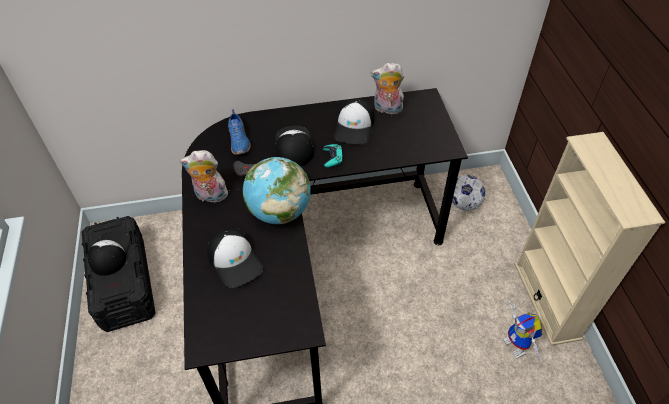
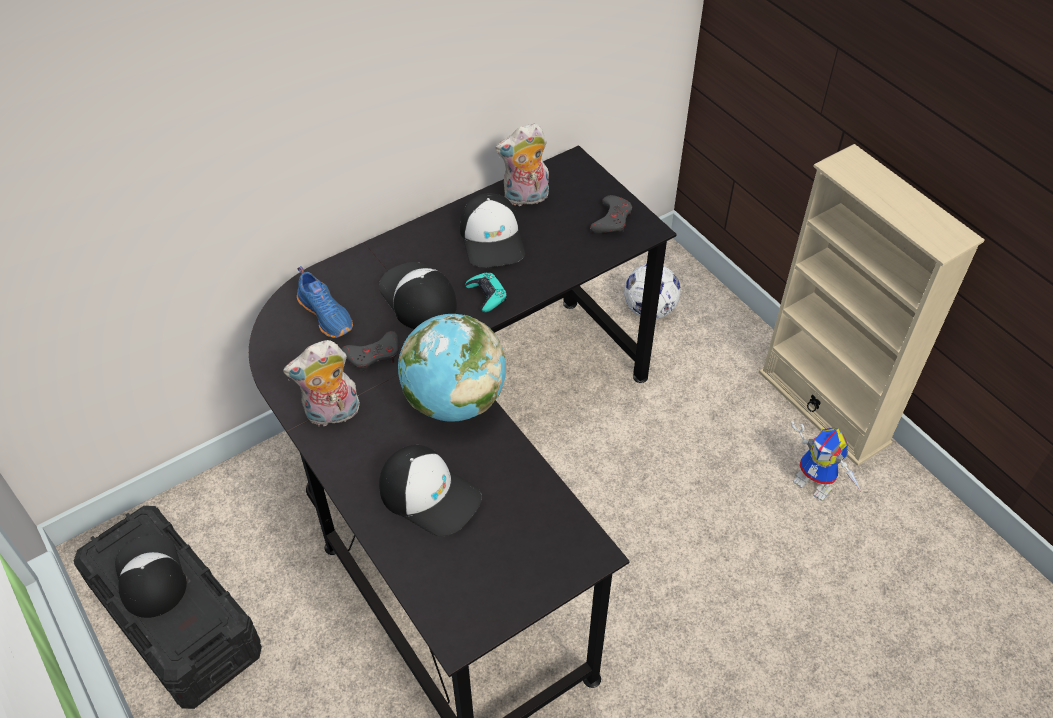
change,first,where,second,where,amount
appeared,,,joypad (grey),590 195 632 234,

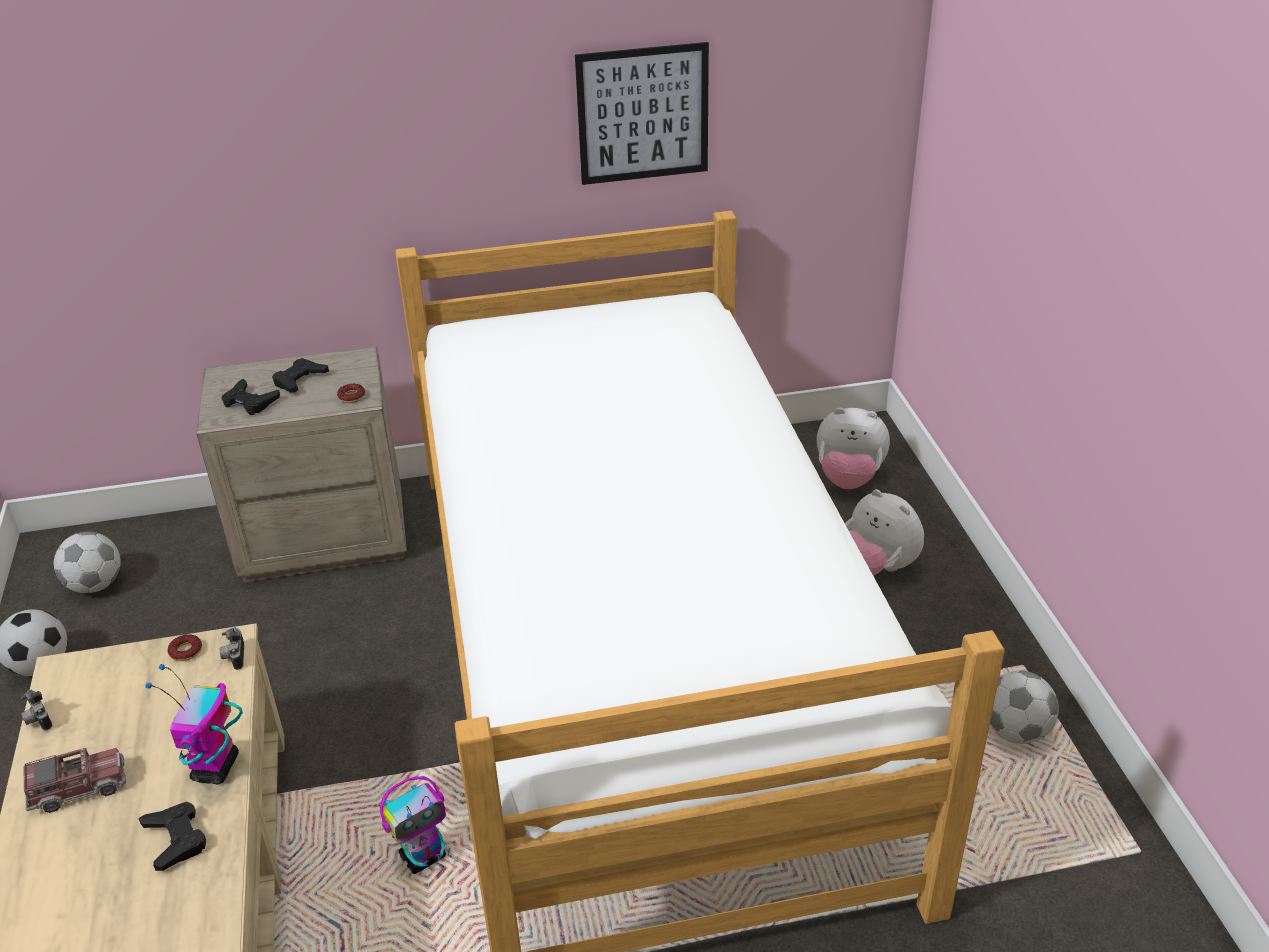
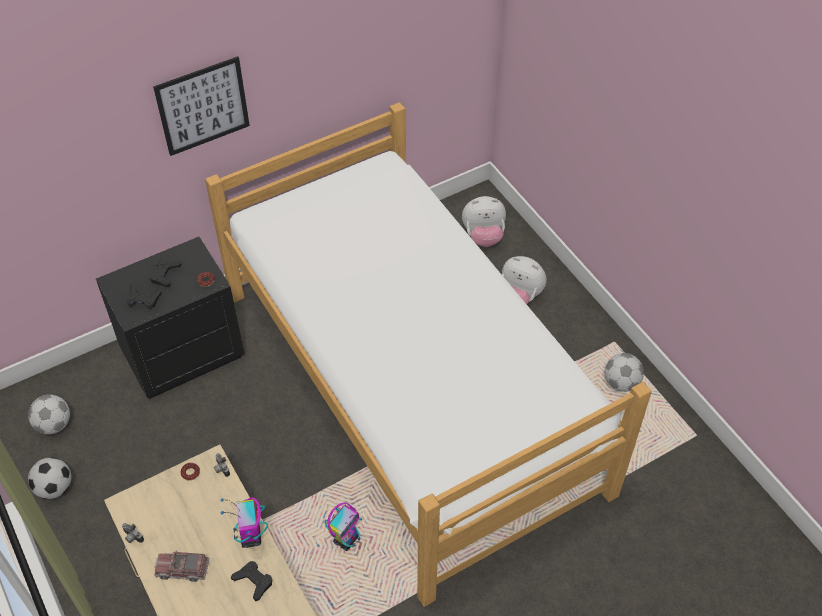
change,first,where,second,where,amount
relocated,wall art,575 42 709 185,,153 56 250 156,
colour,bedside table (sand-coloured),197 347 407 582,bedside table (blackish),96 237 244 399,
spun,toy truck,23 748 126 813,,154 550 209 582,135 degrees counterclockwise

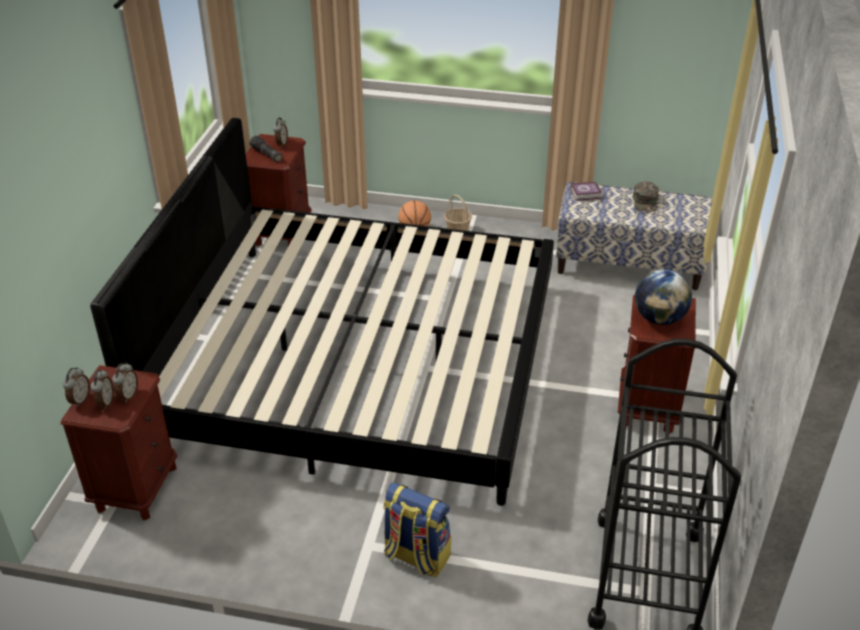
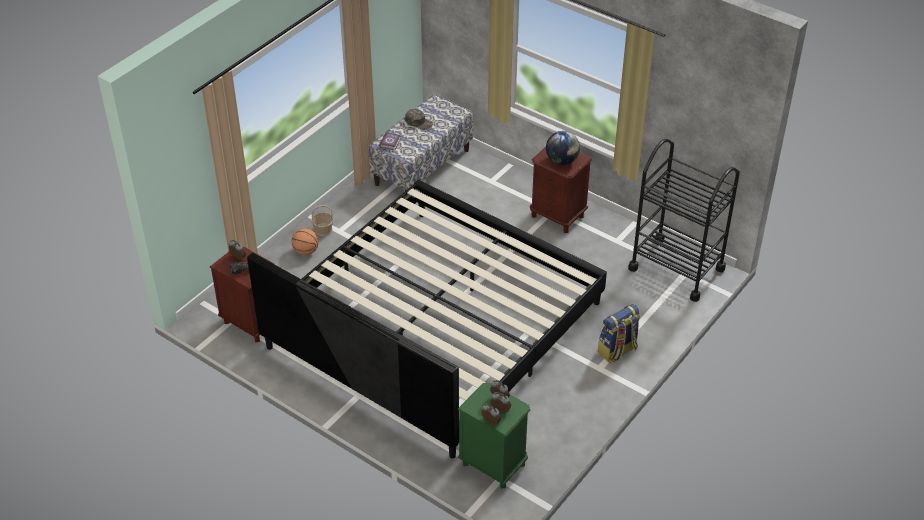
change,first,where,second,where,amount
colour,bedside table (brownish),61 365 177 521,bedside table (green),457 383 531 488,

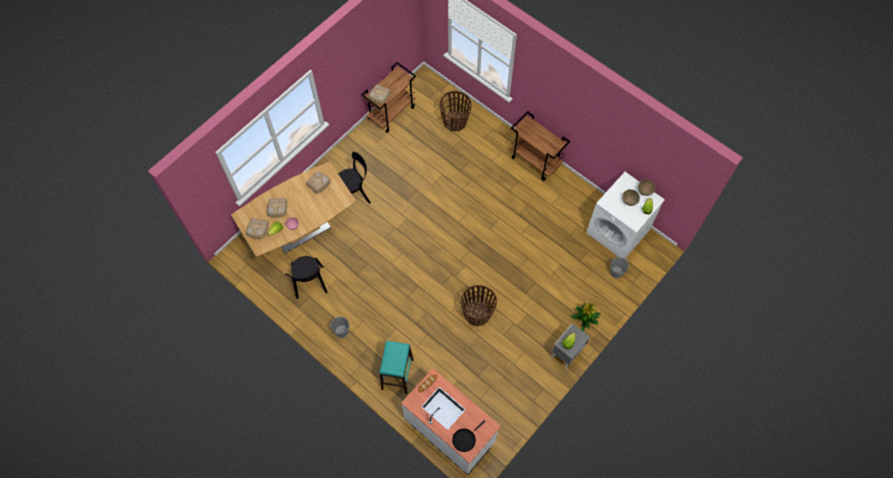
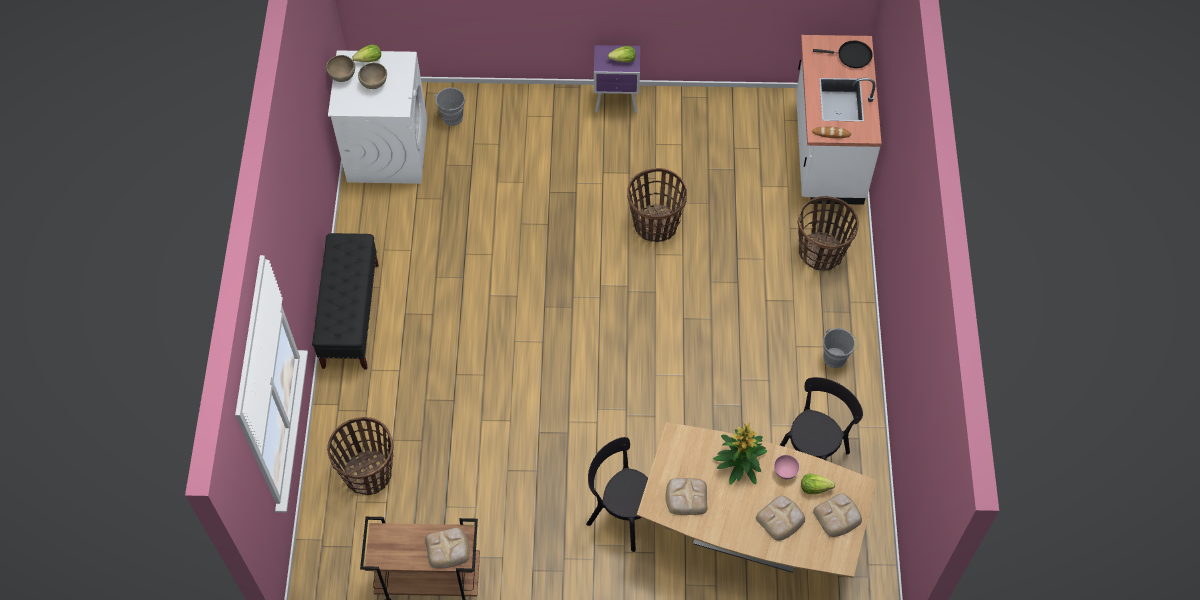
change,first,where,second,where,amount
exchanged,trolley (brownish),510 111 570 181,long seat (blackish),312 233 379 369,
relocated,houseplant,570 302 601 331,,713 422 767 485,
colour,bedside table (grey),551 323 590 370,bedside table (purplish),594 45 640 113,
exchanged,stool (blue-green),380 341 414 394,storage basket,798 196 859 271,

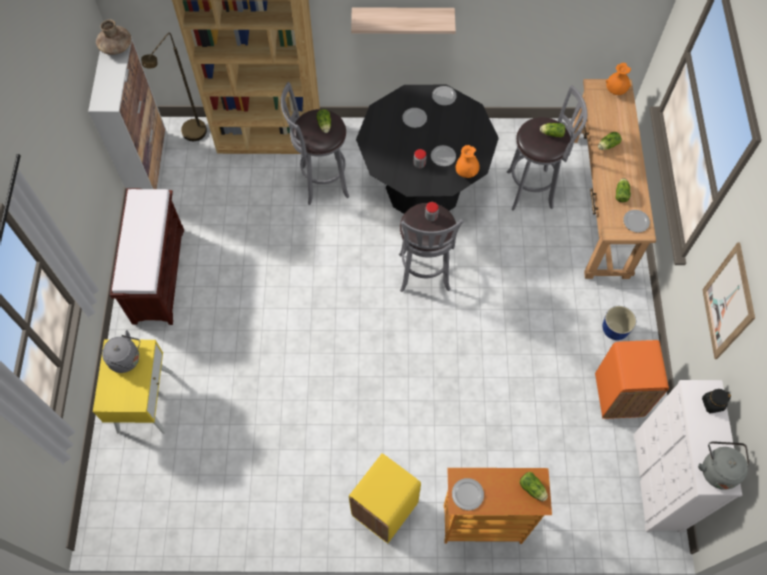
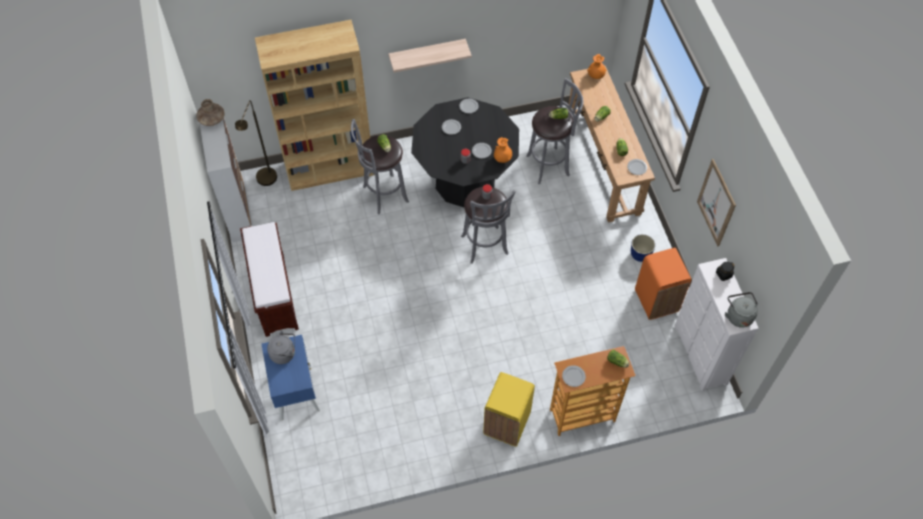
change,first,where,second,where,amount
colour,bedside table (yellow-coloured),93 339 173 434,bedside table (blue-coloured),261 335 320 420,

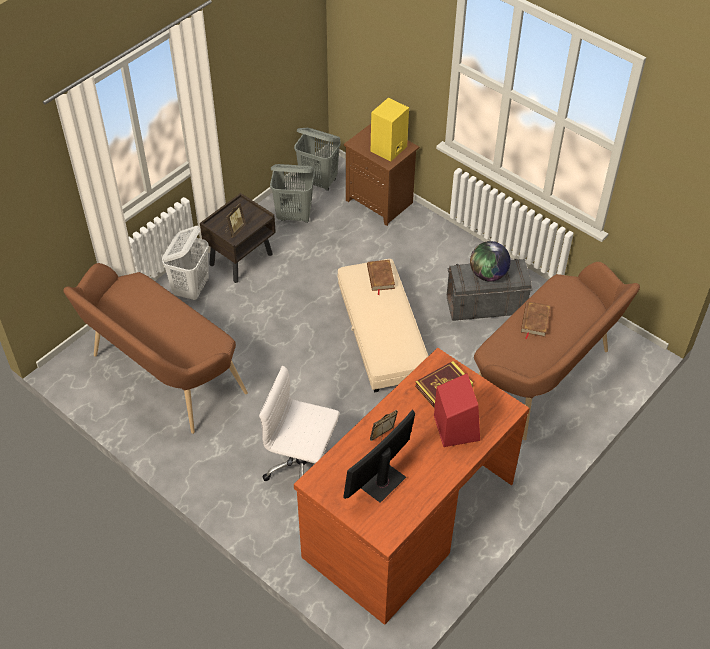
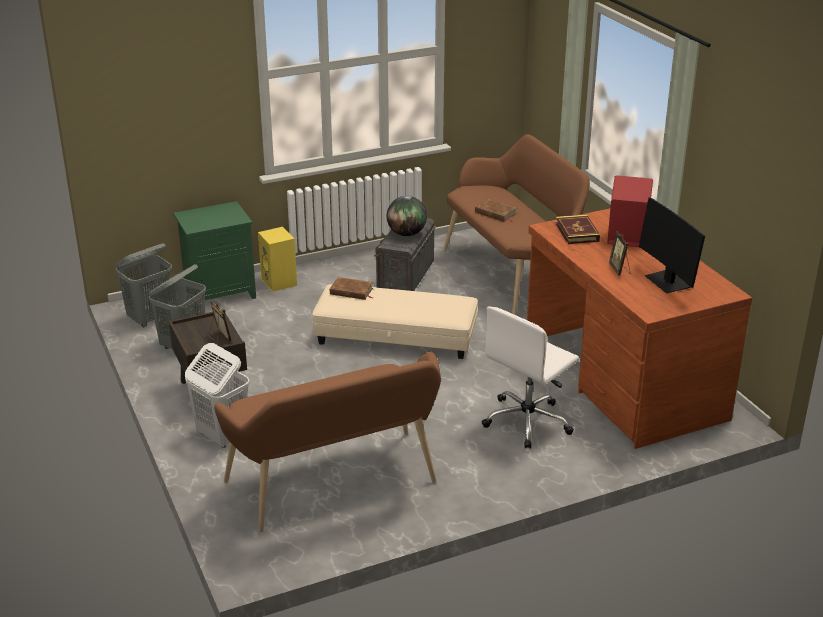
change,first,where,second,where,amount
relocated,loudspeaker (yellow-coloured),371 98 409 162,,258 227 297 292,
colour,bedside table (brownish),344 124 419 226,bedside table (green),173 201 256 300,

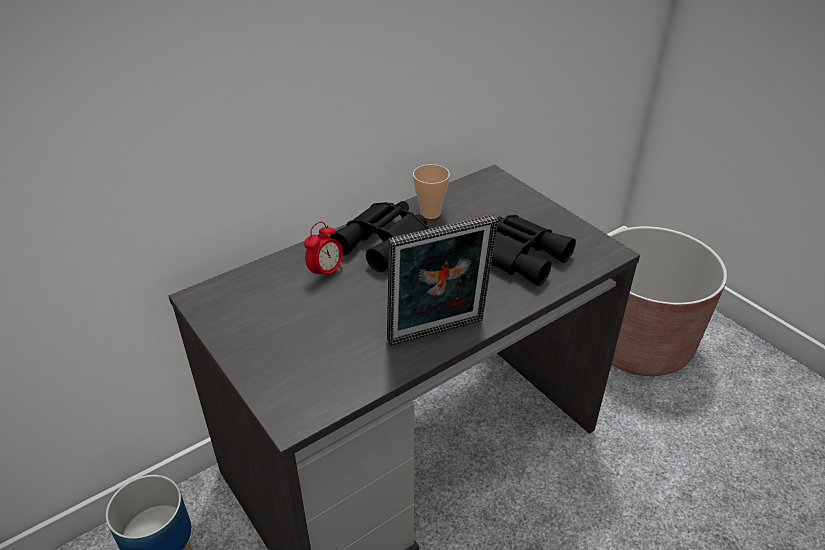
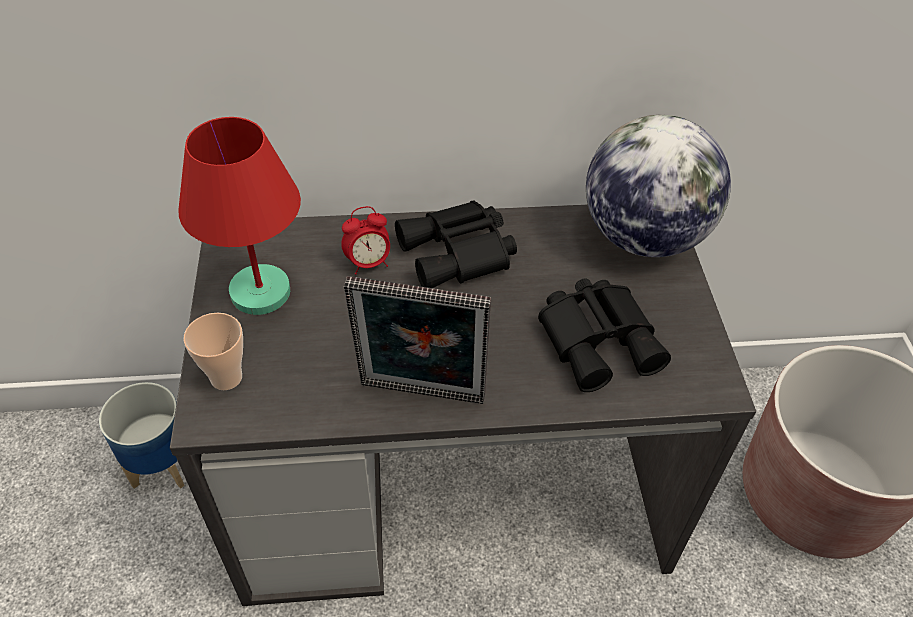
change,first,where,second,where,amount
relocated,cup,413 164 450 219,,183 313 243 390,
appeared,,,desk globe,586 115 731 257,
appeared,,,table lamp (reddish),178 117 301 315,

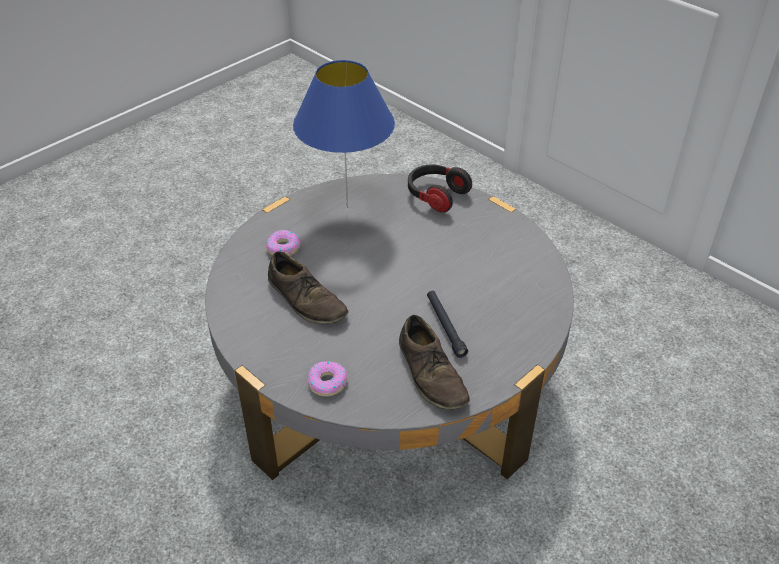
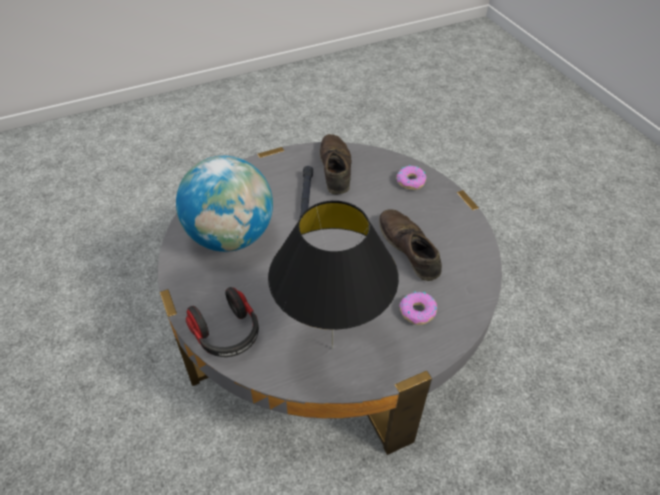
change,first,where,second,where,amount
colour,table lamp (blue-coloured),293 60 395 208,table lamp (blackish),268 200 399 349,
appeared,,,desk globe,176 156 273 252,

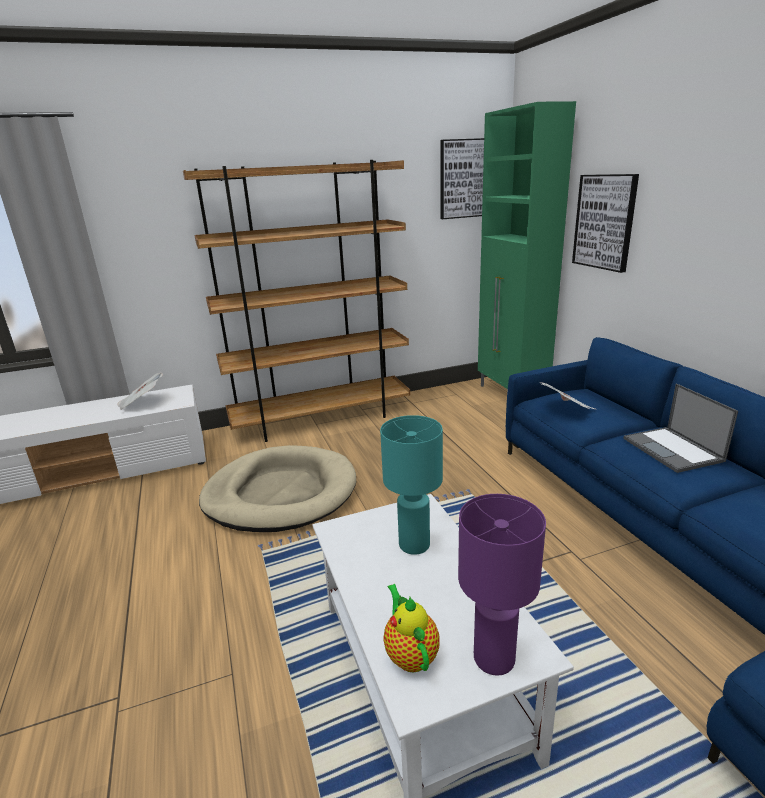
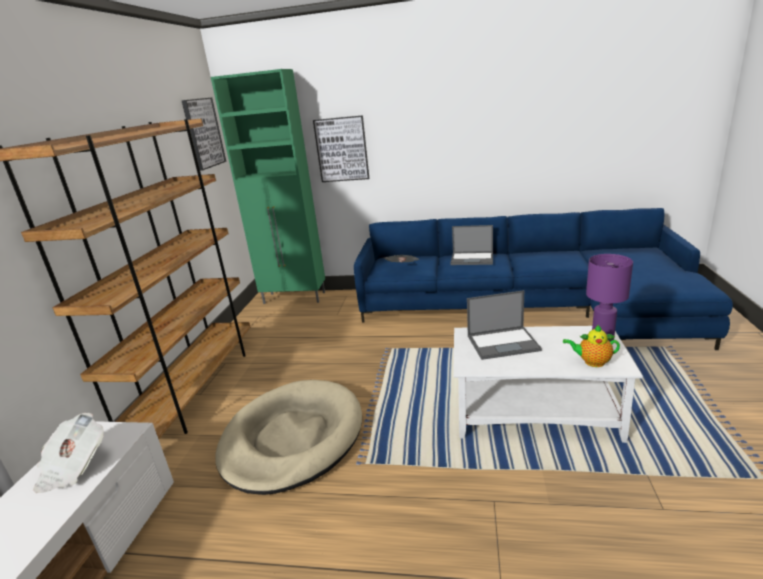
change,first,where,second,where,amount
exchanged,table lamp (blue-green),380 415 443 555,laptop,467 290 542 360,

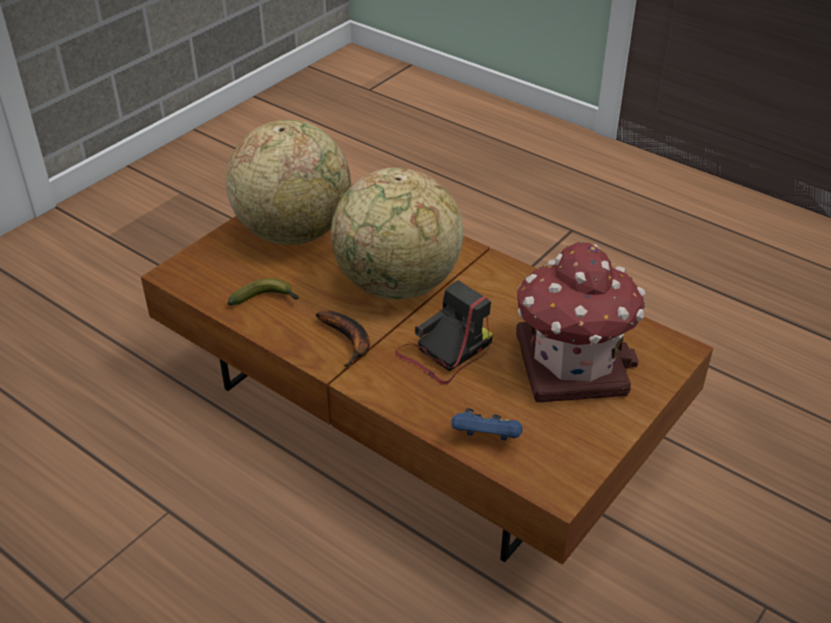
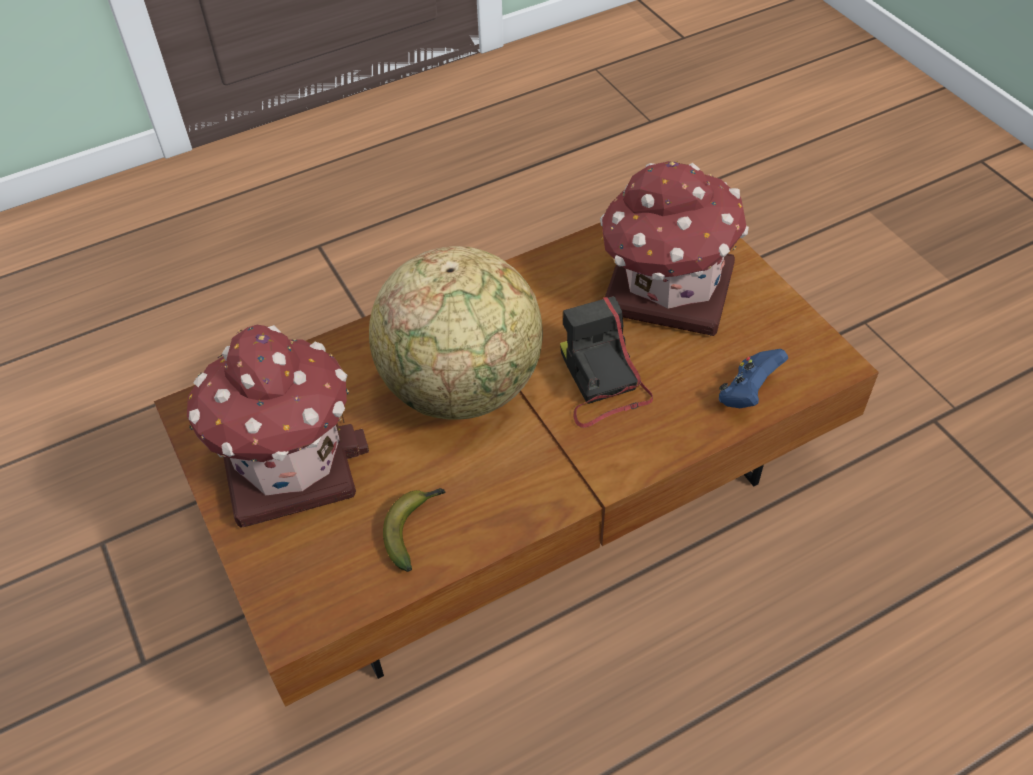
change,first,where,second,where,amount
exchanged,desk globe,226 120 351 245,model house,187 325 369 528,
missing,banana,316 311 370 367,,,

